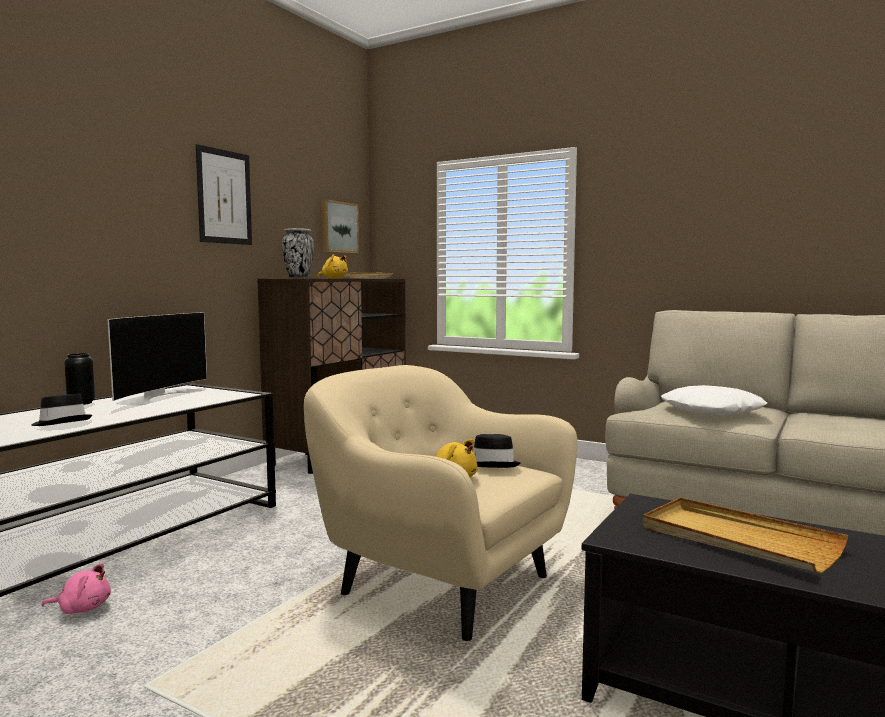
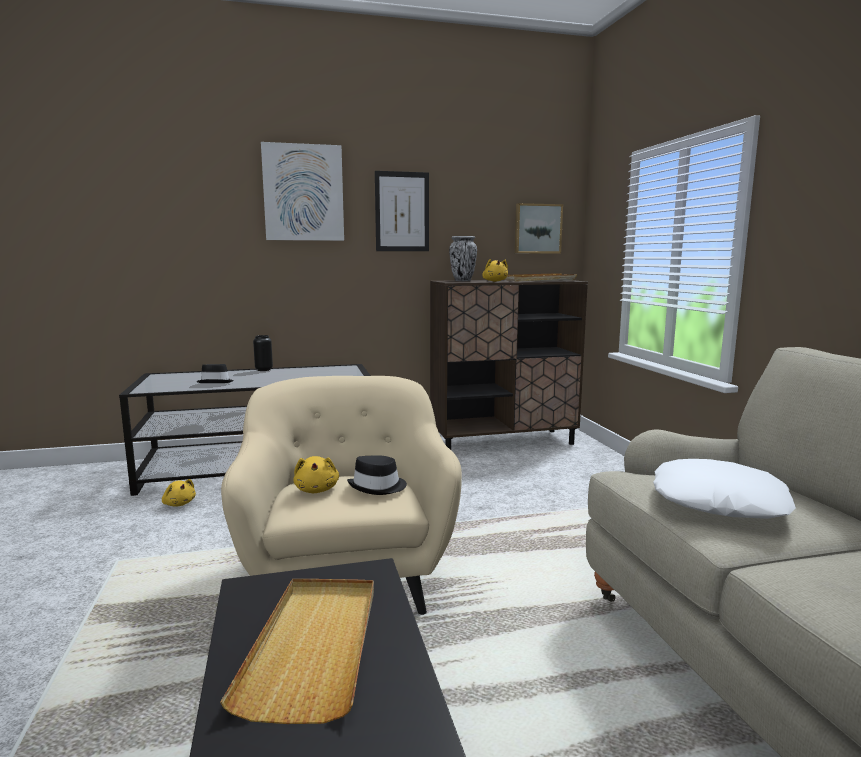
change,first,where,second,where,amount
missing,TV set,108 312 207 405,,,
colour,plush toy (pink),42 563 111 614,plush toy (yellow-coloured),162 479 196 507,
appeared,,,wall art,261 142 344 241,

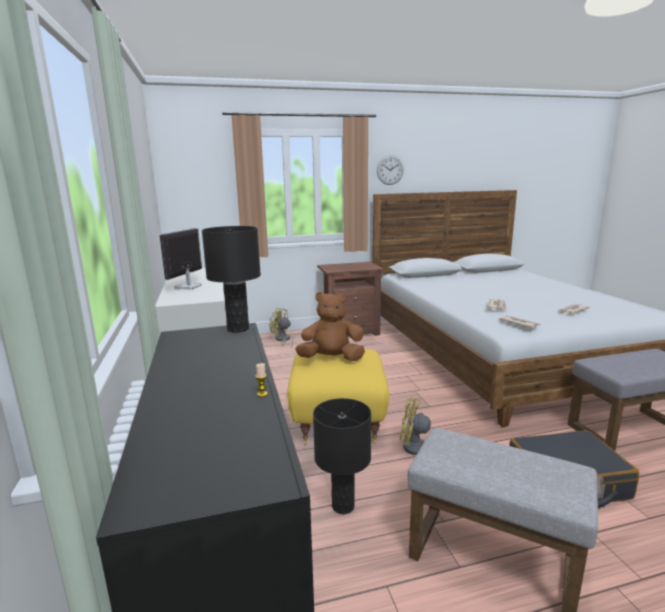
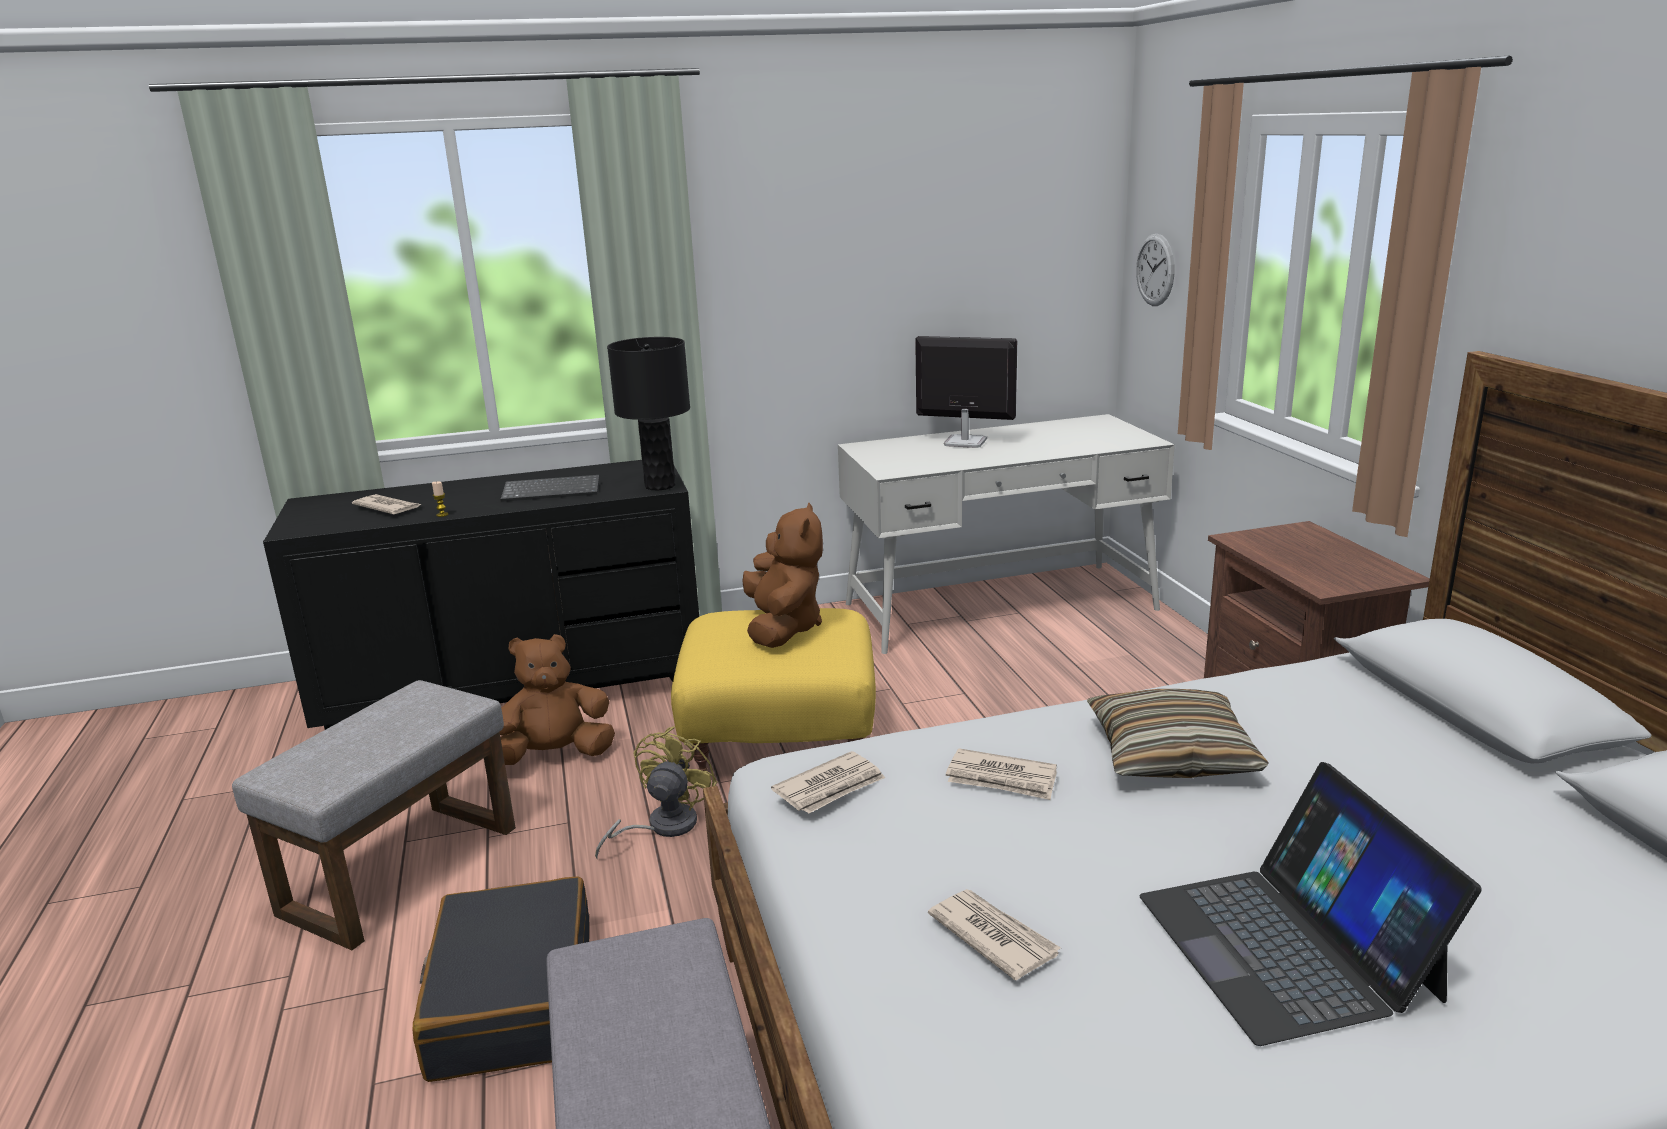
change,first,where,second,where,amount
relocated,hanging clock,377 155 404 185,,1136 234 1174 306,
missing,electric fan (yellow-coloured),269 308 294 347,,,
exchanged,table lamp (blackish),313 398 371 514,plush toy (brownish),499 634 615 765,
appeared,,,computer keyboard,501 475 600 502,
appeared,,,printed paper,352 494 421 514,
appeared,,,throw pillow,1087 689 1269 778,
appeared,,,laptop,1140 762 1482 1046,

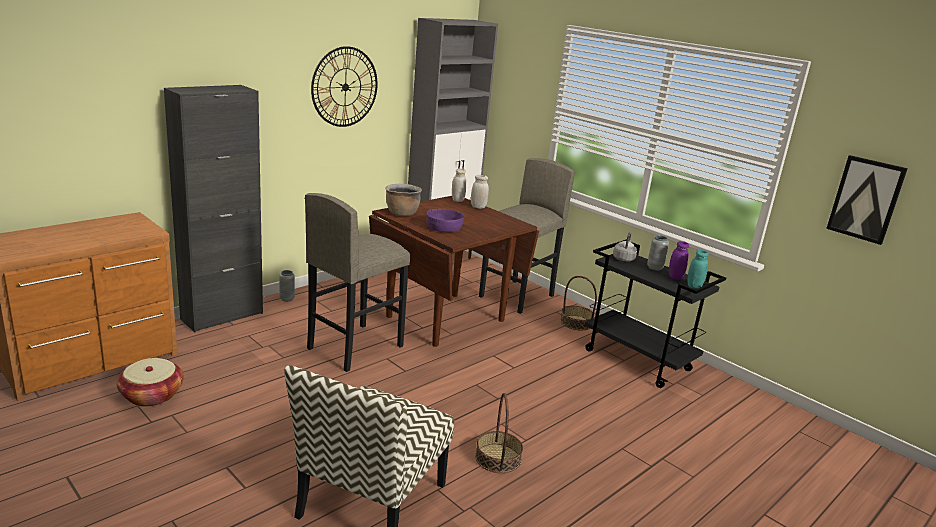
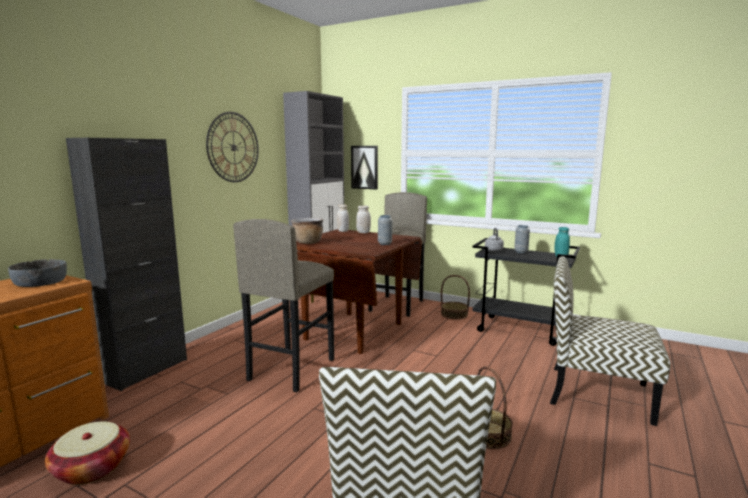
change,first,where,second,where,amount
relocated,wall art,826 155 908 245,,351 146 378 189,
missing,deep dish (purplish),426 209 464 232,,,
missing,jar (purplish),669 241 689 280,,,
relocated,vase (grey),279 270 295 302,,378 215 392 245,
appeared,,,plain chair,550 256 671 426,
appeared,,,deep dish (grey),8 259 67 287,

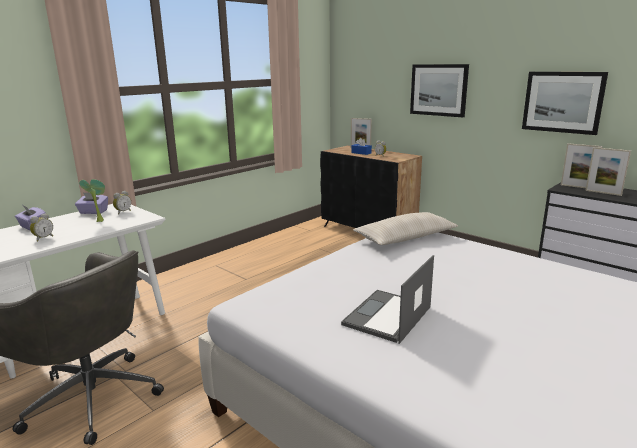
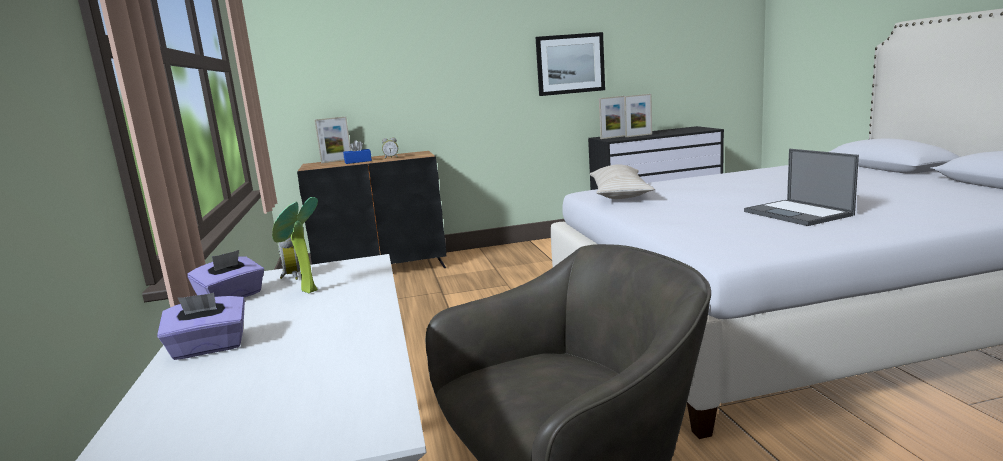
change,first,where,second,where,amount
missing,wall art,410 64 469 117,,,
missing,table clock,30 213 53 241,,,

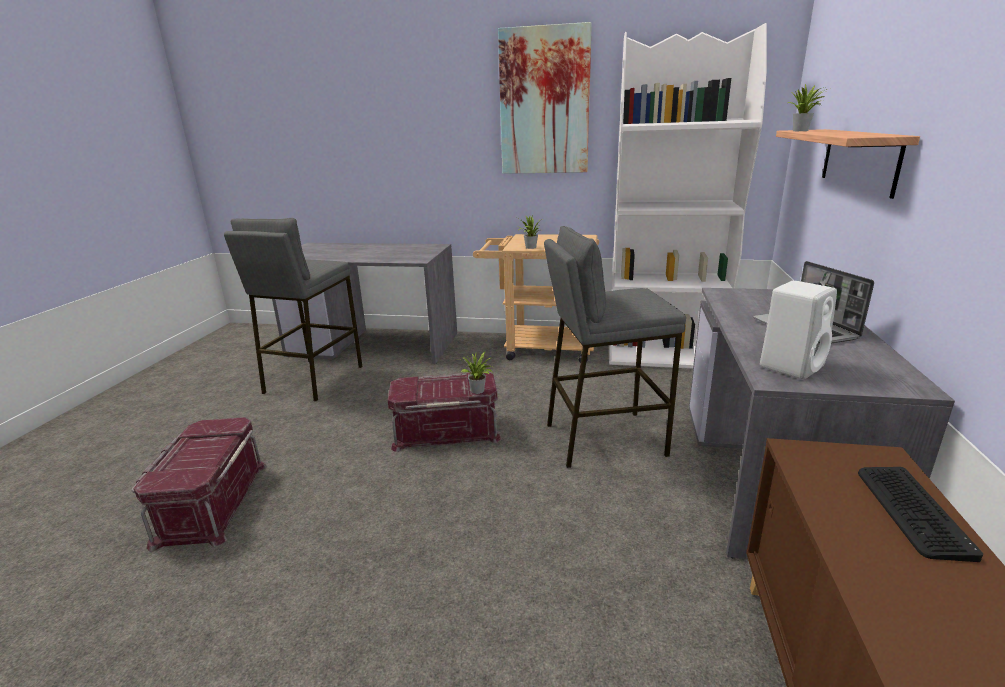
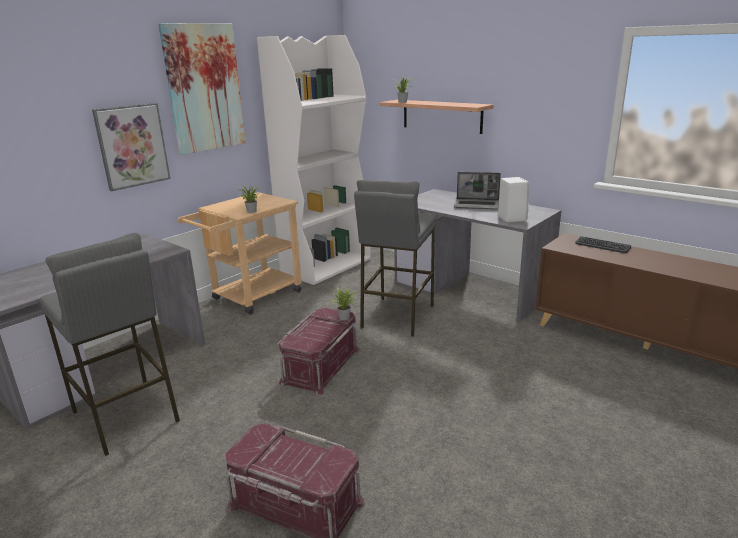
change,first,where,second,where,amount
appeared,,,wall art,92 103 170 191,

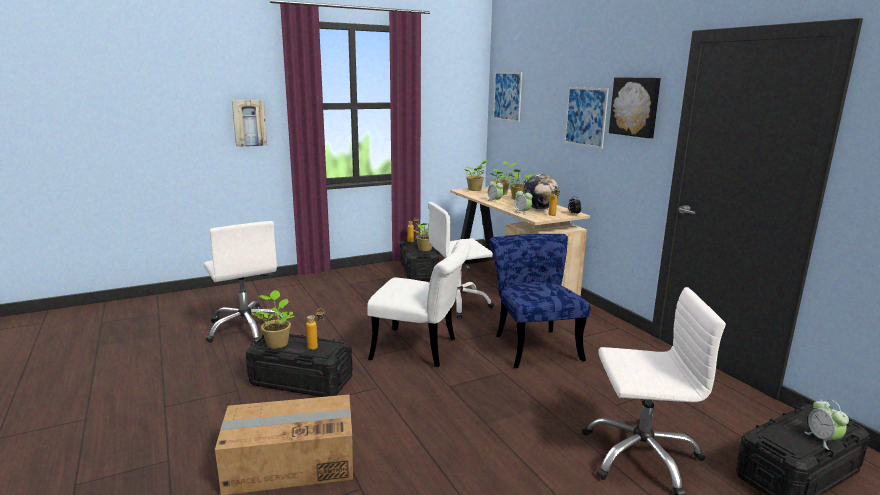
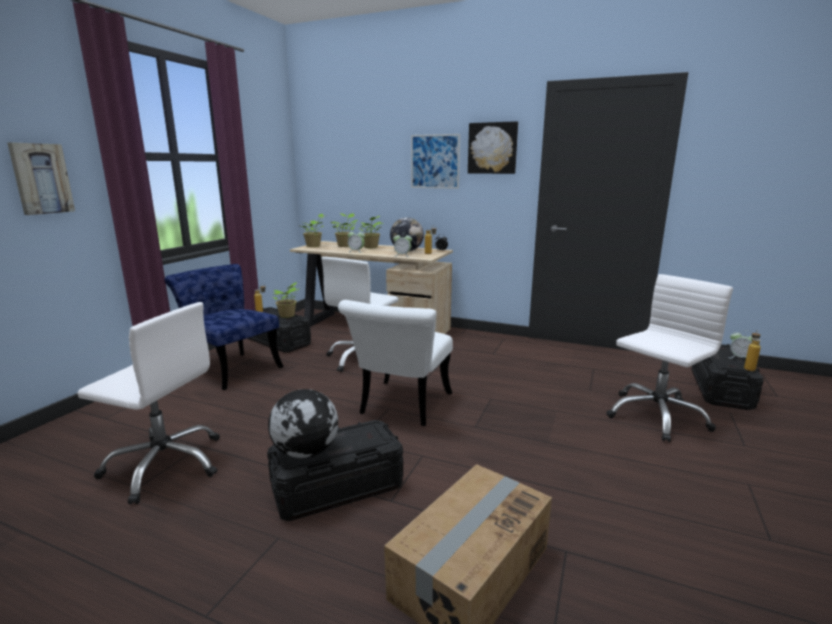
change,first,where,second,where,amount
missing,wall art,493 72 522 122,,,
relocated,plain chair (blue-coloured),489 234 591 368,,165 264 284 390,
spun,plain chair (whitish),367 239 471 367,,338 300 453 426,135 degrees clockwise
exchanged,houseplant,251 290 295 349,desk globe,268 389 338 458,
relocated,beverage bottle,306 309 325 350,,744 330 761 371,

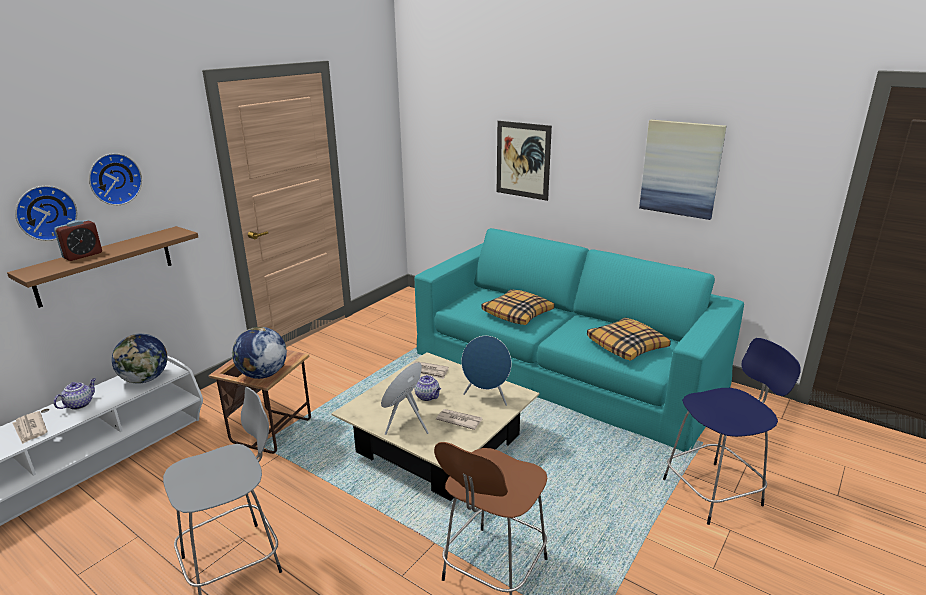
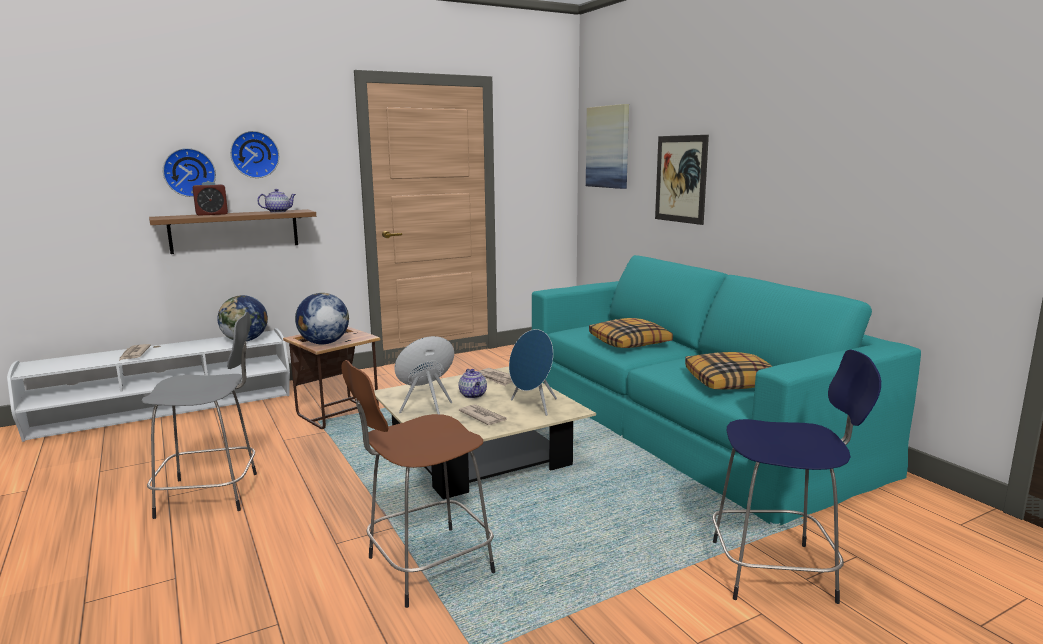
change,first,where,second,where,amount
relocated,wall art,639 120 726 220,,586 104 629 189,
relocated,tea pot,53 378 96 410,,257 189 296 213,

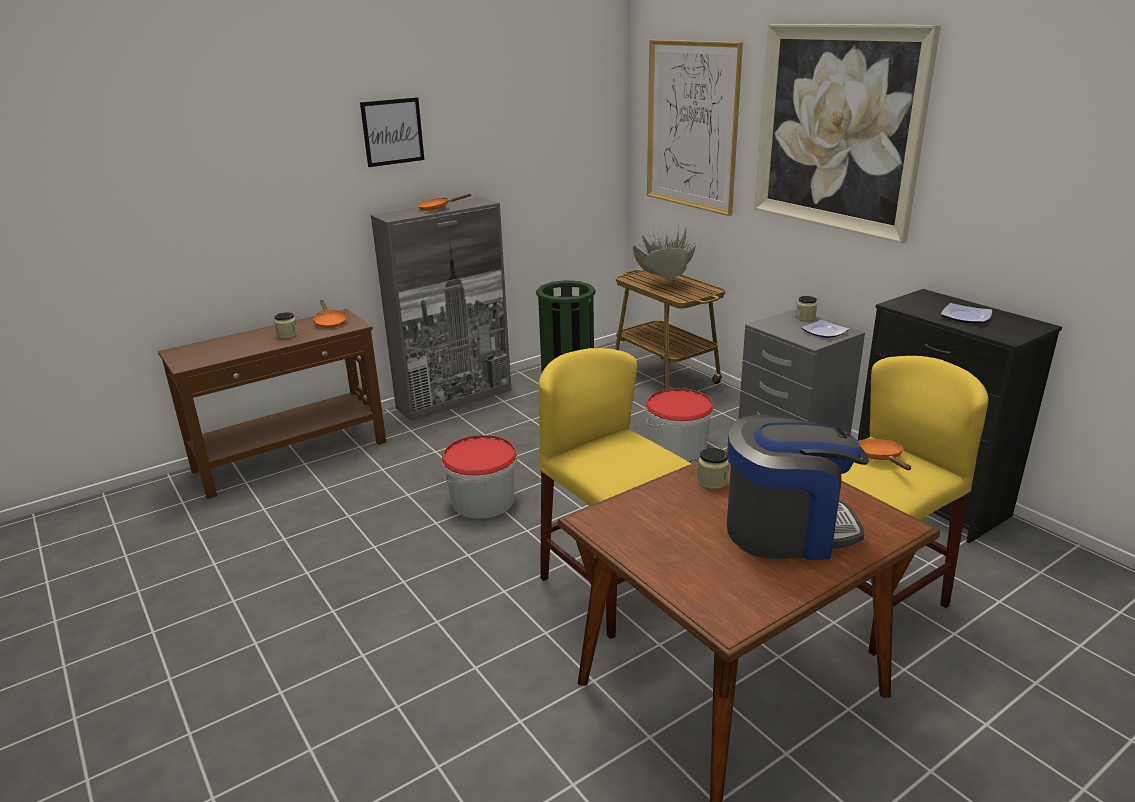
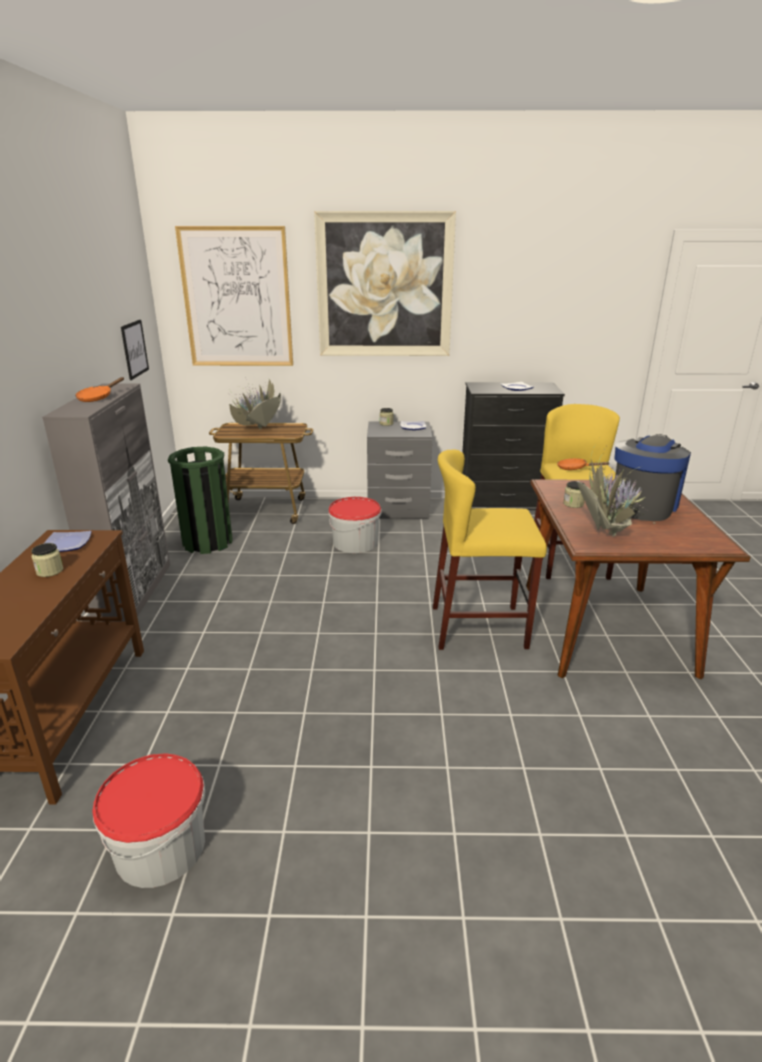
change,first,where,second,where,amount
relocated,wall art,360 97 424 167,,121 320 149 380,
exchanged,skillet (orange),313 300 347 328,plate,43 531 92 552,
relocated,water bucket,442 435 517 519,,92 753 205 888,
appeared,,,houseplant,577 438 656 537,

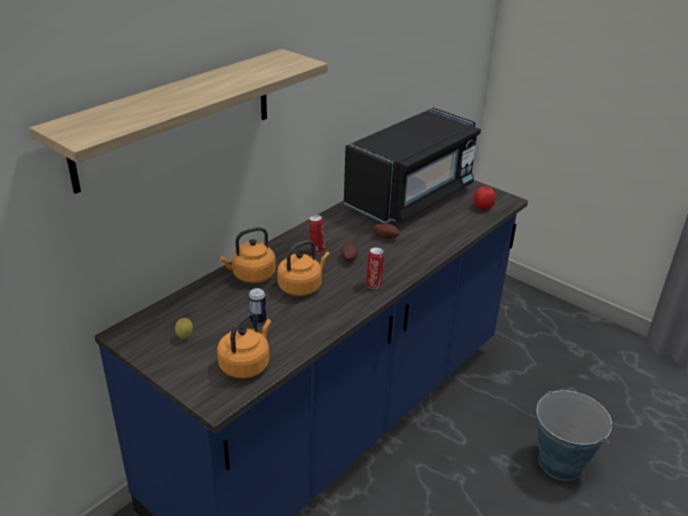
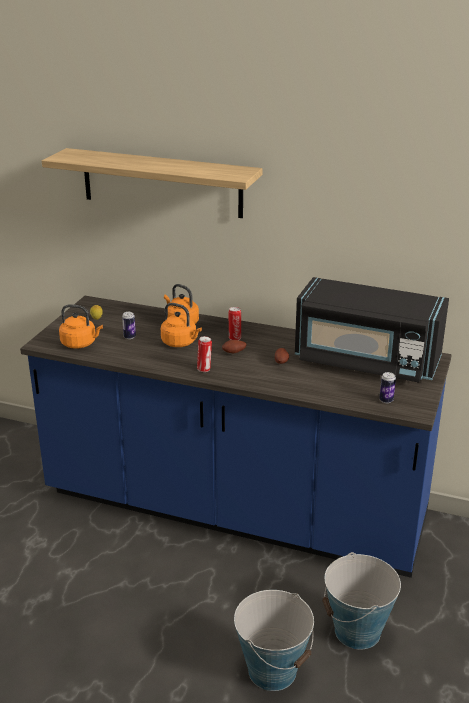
change,first,where,second,where,amount
exchanged,fresh tomato,474 186 495 210,can,379 372 396 403,
appeared,,,water bucket,322 552 401 650,

